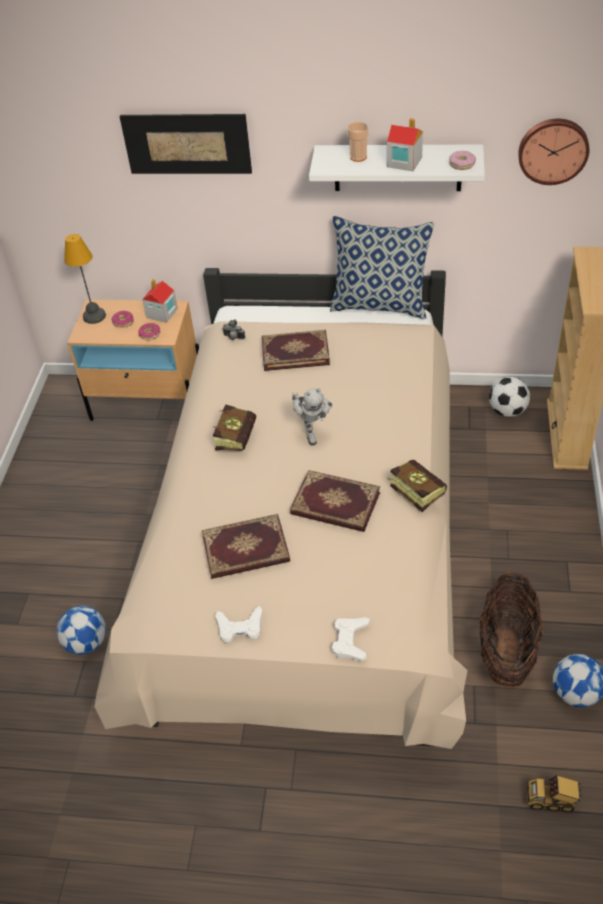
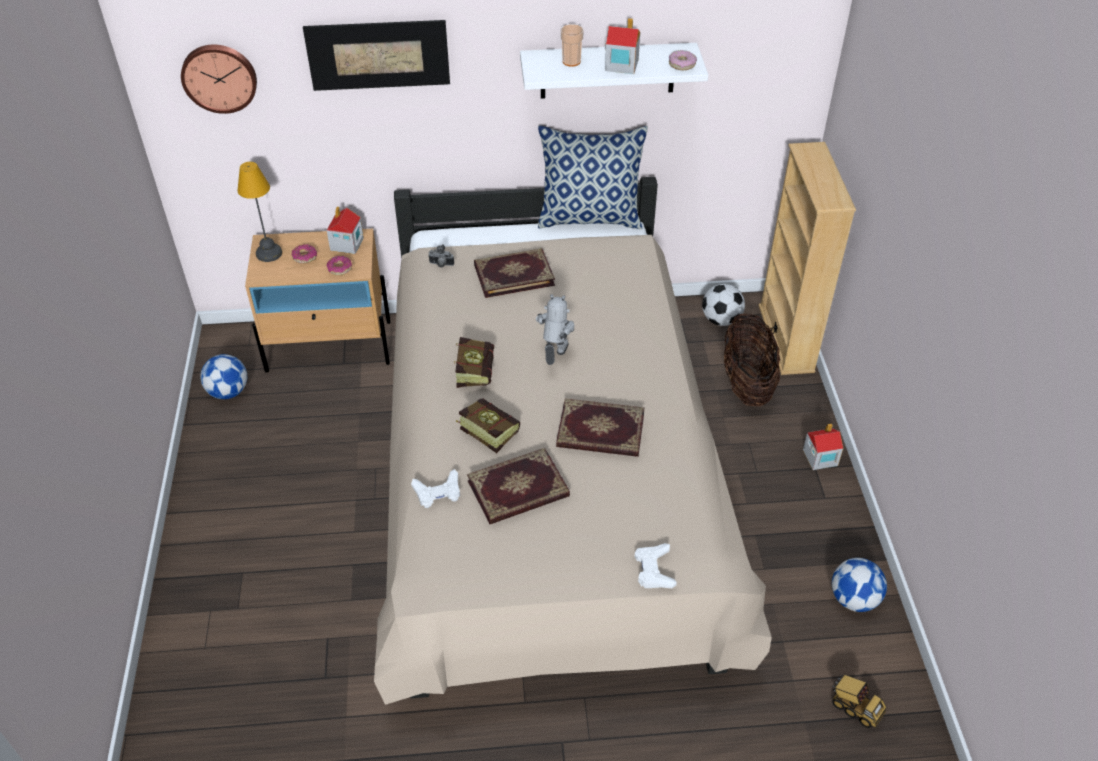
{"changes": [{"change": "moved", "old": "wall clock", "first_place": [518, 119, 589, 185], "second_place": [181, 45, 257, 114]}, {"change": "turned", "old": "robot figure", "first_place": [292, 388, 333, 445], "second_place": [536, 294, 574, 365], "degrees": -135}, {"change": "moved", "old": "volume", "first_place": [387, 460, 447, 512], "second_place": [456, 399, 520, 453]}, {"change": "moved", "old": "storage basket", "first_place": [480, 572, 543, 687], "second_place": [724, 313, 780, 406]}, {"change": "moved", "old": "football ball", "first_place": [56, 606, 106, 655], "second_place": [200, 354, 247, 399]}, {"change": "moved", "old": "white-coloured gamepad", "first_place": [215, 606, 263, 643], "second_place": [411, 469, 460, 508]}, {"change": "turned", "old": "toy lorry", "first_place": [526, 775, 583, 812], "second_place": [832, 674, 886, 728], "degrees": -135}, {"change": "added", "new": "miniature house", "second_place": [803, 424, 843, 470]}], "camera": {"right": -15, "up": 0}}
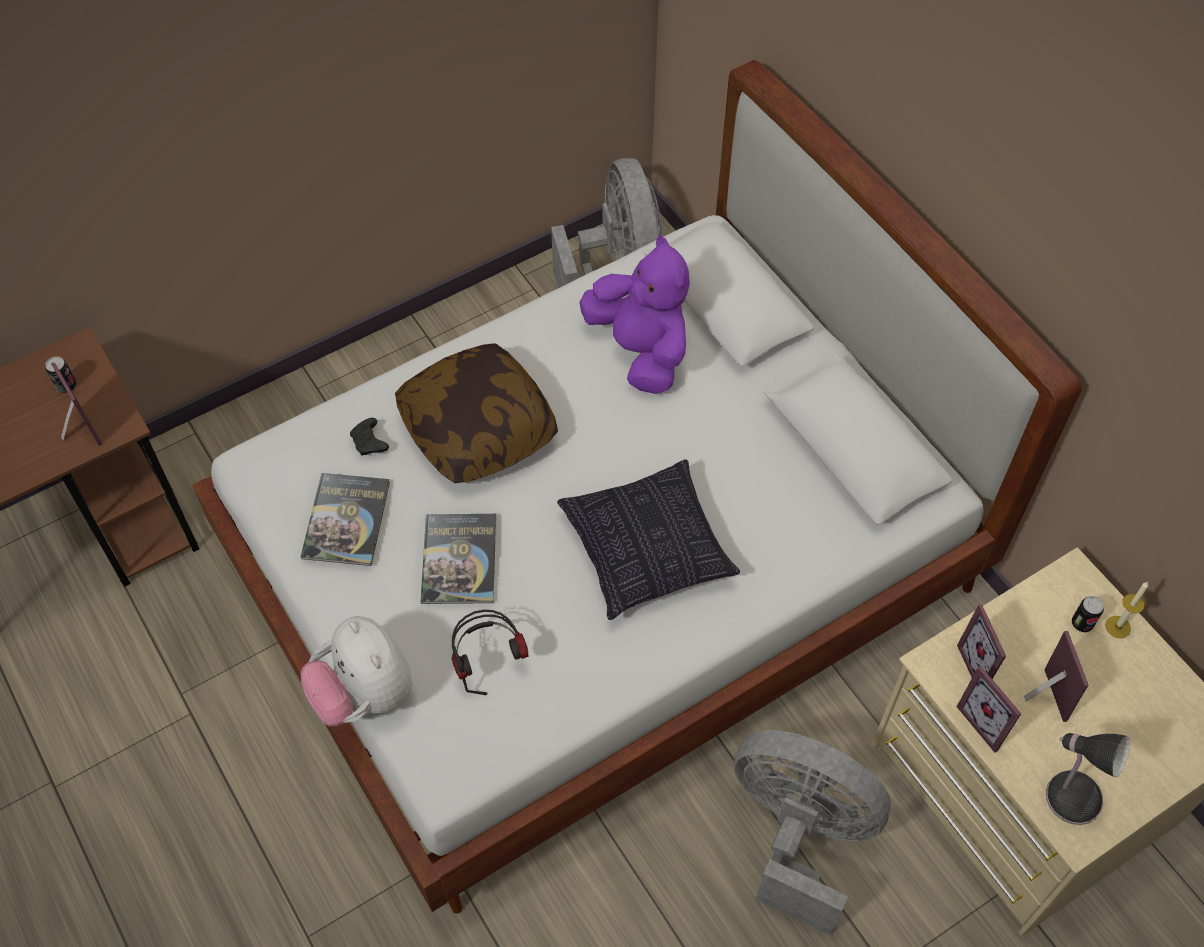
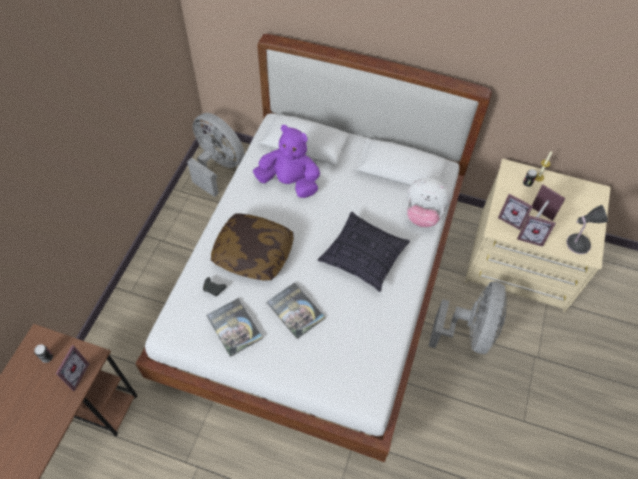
{"changes": [{"change": "turned", "old": "picture frame", "first_place": [51, 362, 102, 446], "second_place": [56, 345, 89, 391], "degrees": 90}, {"change": "removed", "old": "headphones", "first_place": [451, 610, 528, 695]}, {"change": "moved", "old": "plush toy", "first_place": [301, 616, 412, 726], "second_place": [406, 178, 451, 227]}, {"change": "turned", "old": "gray electric fan", "first_place": [734, 730, 891, 935], "second_place": [429, 281, 507, 354], "degrees": 120}], "camera": {"right": -40, "up": 0}}
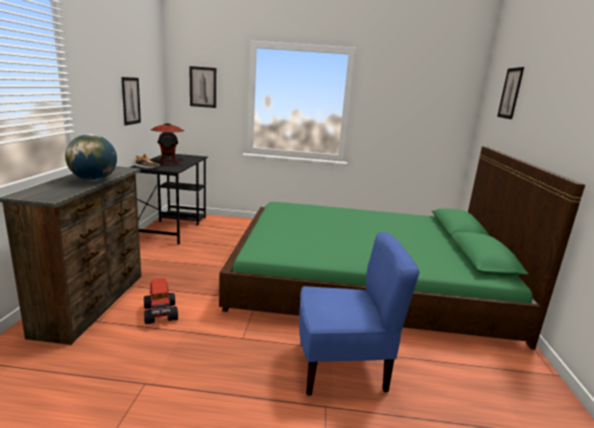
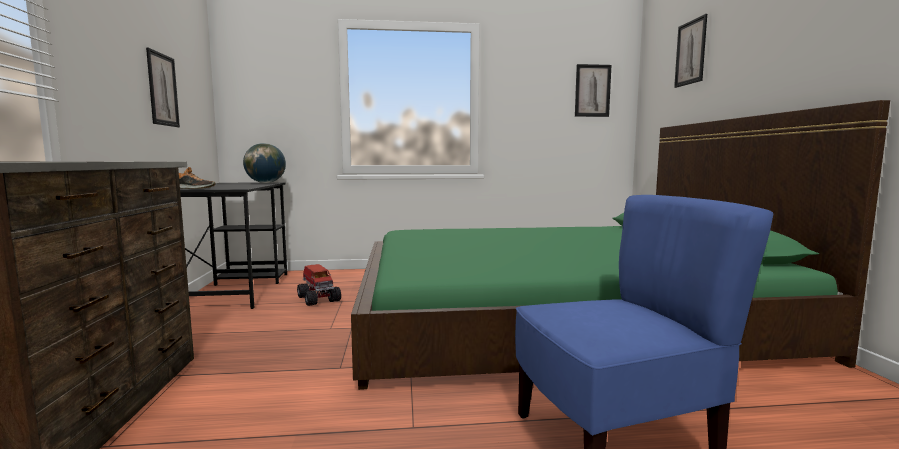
{"changes": [{"change": "moved", "old": "picture", "first_place": [189, 66, 216, 108], "second_place": [575, 64, 611, 117]}, {"change": "removed", "old": "lamp for a table", "first_place": [151, 123, 190, 166]}, {"change": "moved", "old": "globe", "first_place": [65, 134, 117, 181], "second_place": [243, 143, 286, 183]}, {"change": "moved", "old": "toy lorry", "first_place": [144, 278, 178, 324], "second_place": [297, 264, 341, 306]}], "camera": {"right": -10, "up": -10}}
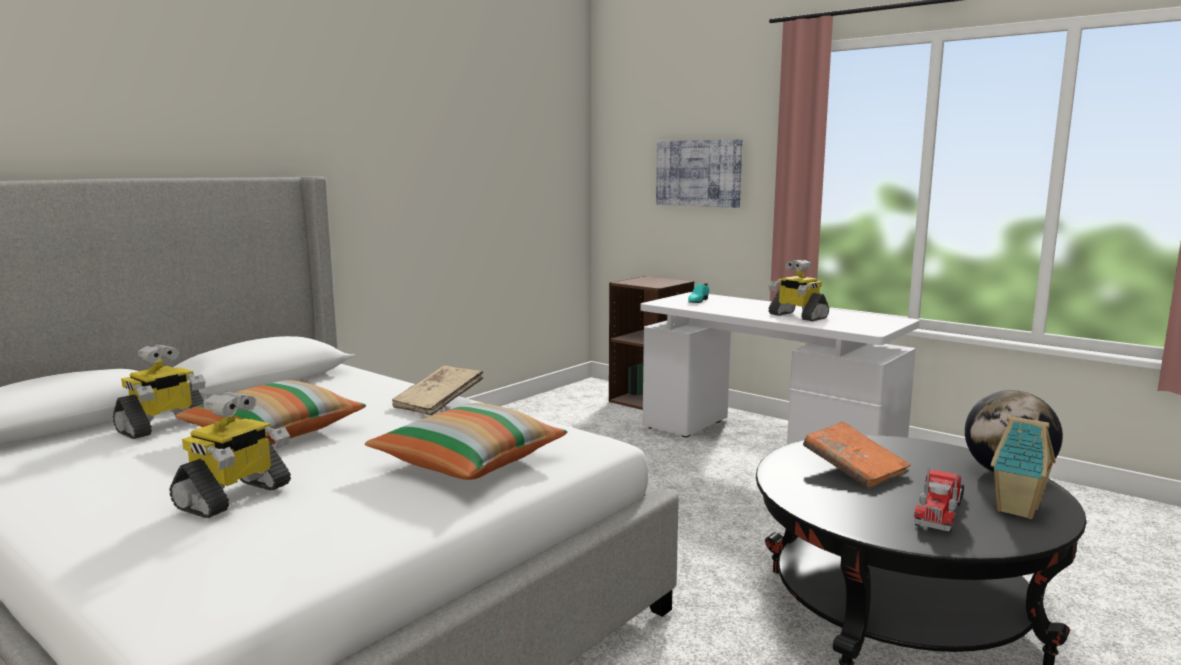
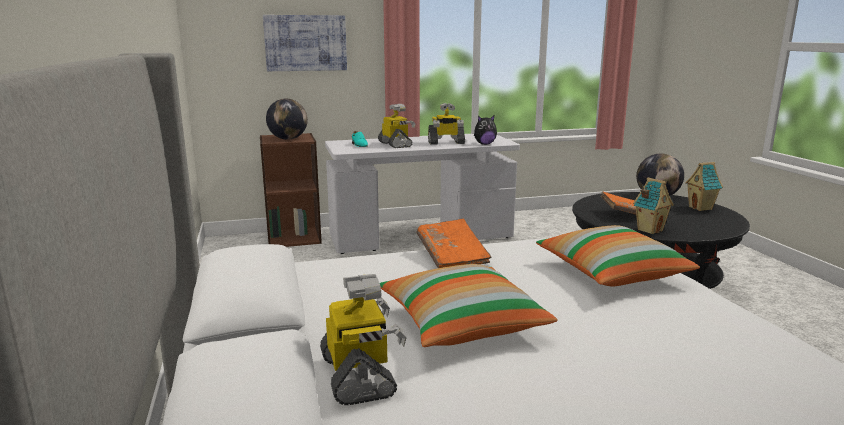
{"changes": [{"change": "recoloured", "old": "sand-coloured volume", "new": "orangey volume", "first_place": [392, 365, 483, 415], "second_place": [416, 219, 491, 268]}, {"change": "moved", "old": "robot figure", "first_place": [169, 392, 291, 518], "second_place": [378, 104, 415, 148]}, {"change": "removed", "old": "toy lorry", "first_place": [914, 468, 964, 532]}, {"change": "added", "new": "globe", "second_place": [266, 99, 308, 140]}, {"change": "added", "new": "plush toy", "second_place": [474, 116, 497, 145]}, {"change": "added", "new": "miniature house", "second_place": [633, 177, 674, 234]}], "camera": {"right": -55, "up": 5}}
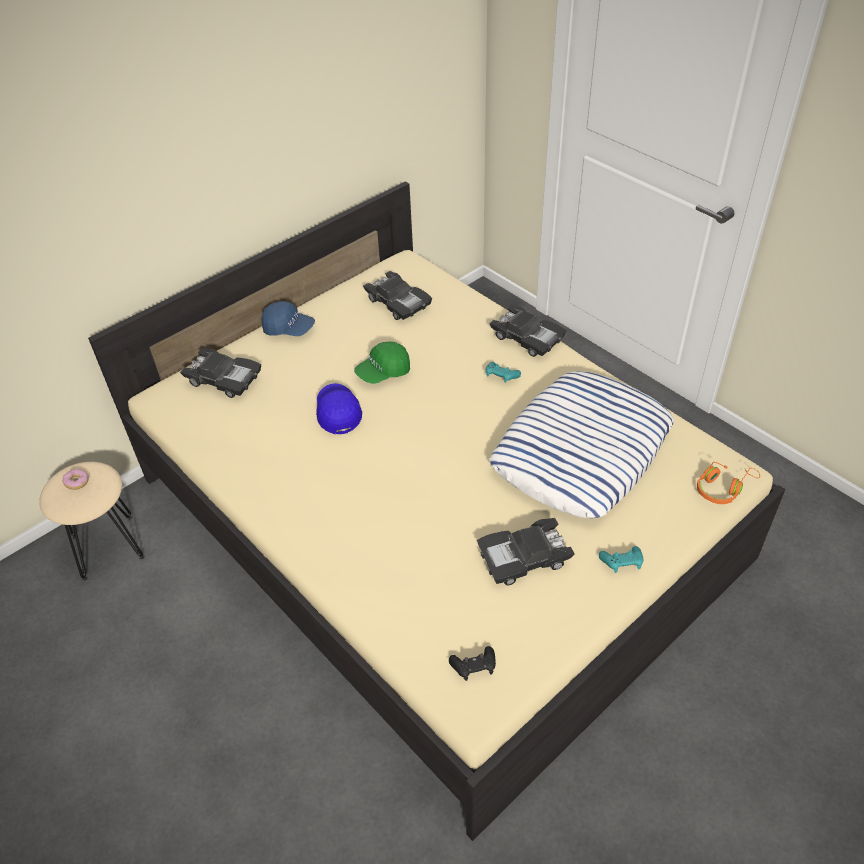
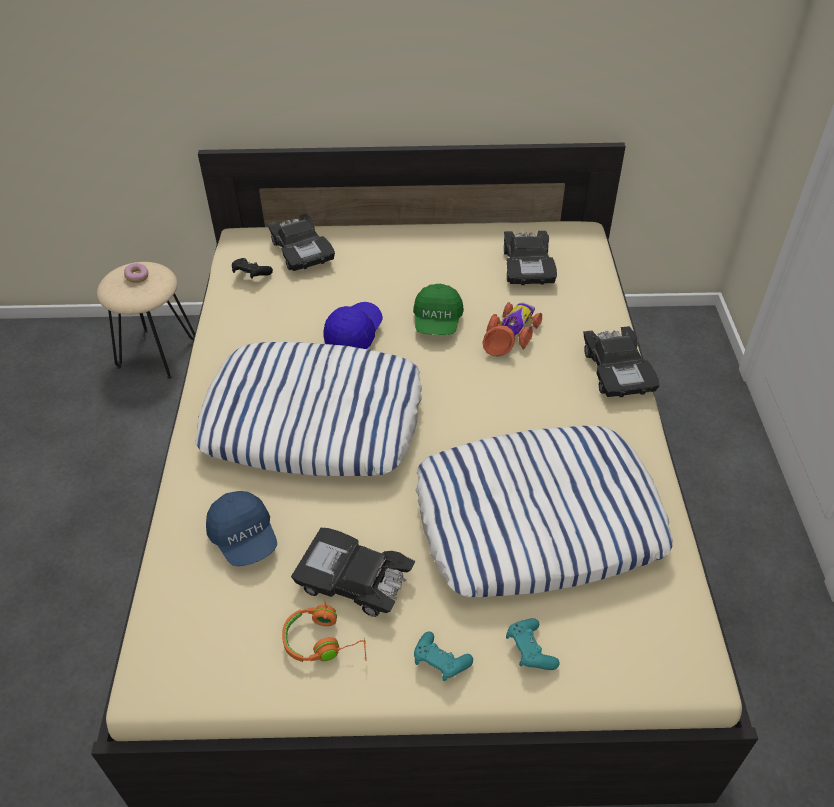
{"changes": [{"change": "moved", "old": "blue-coloured peaked cap", "first_place": [261, 301, 315, 336], "second_place": [206, 491, 277, 566]}, {"change": "turned", "old": "green peaked cap", "first_place": [354, 342, 410, 384], "second_place": [413, 283, 464, 335], "degrees": -90}, {"change": "moved", "old": "turquoise-coloured gamepad", "first_place": [486, 362, 521, 383], "second_place": [506, 618, 560, 670]}, {"change": "moved", "old": "orangey headphones", "first_place": [697, 462, 760, 504], "second_place": [282, 601, 367, 662]}, {"change": "moved", "old": "black gamepad", "first_place": [449, 646, 496, 681], "second_place": [232, 258, 273, 279]}, {"change": "added", "new": "miniature car", "second_place": [482, 302, 542, 356]}, {"change": "added", "new": "throw pillow", "second_place": [195, 342, 422, 476]}], "camera": {"right": 40, "up": 0}}
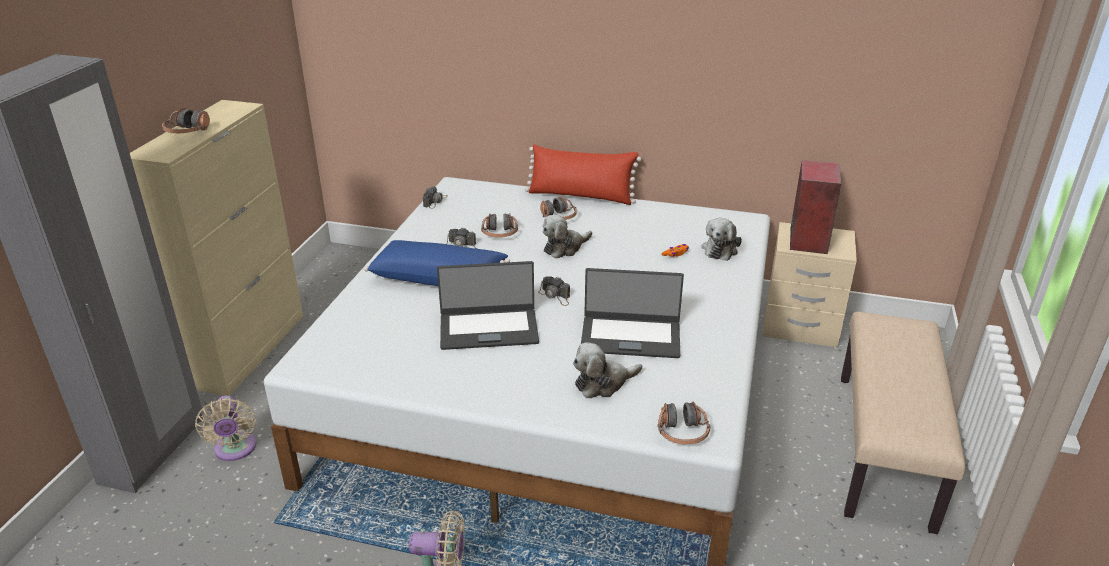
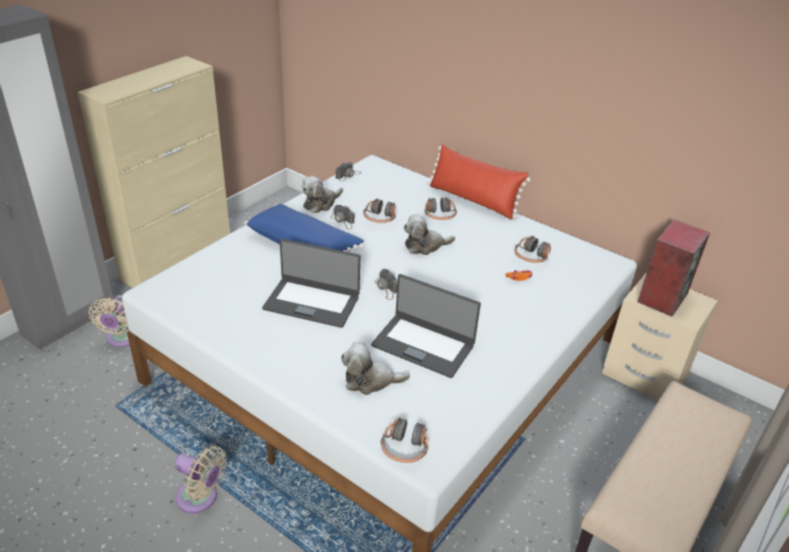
{"changes": [{"change": "moved", "old": "headphones", "first_place": [162, 108, 210, 133], "second_place": [515, 236, 551, 263]}, {"change": "moved", "old": "plush toy", "first_place": [701, 218, 742, 261], "second_place": [302, 176, 343, 213]}], "camera": {"right": 20, "up": 5}}
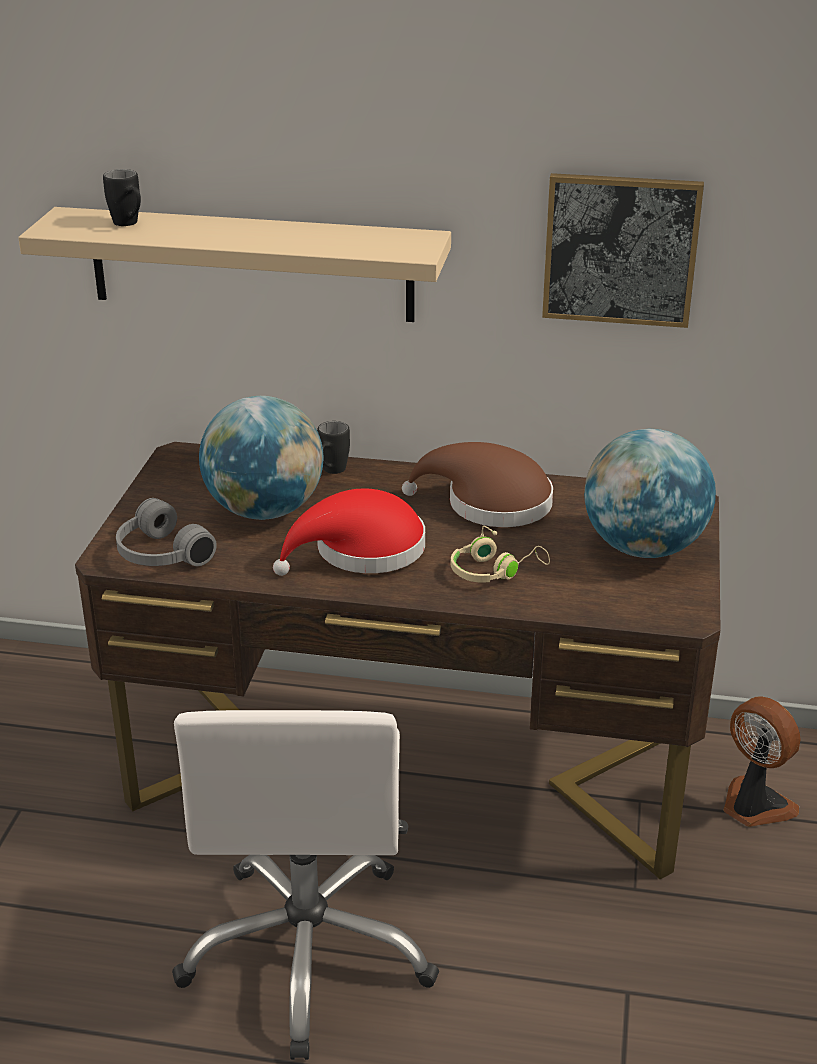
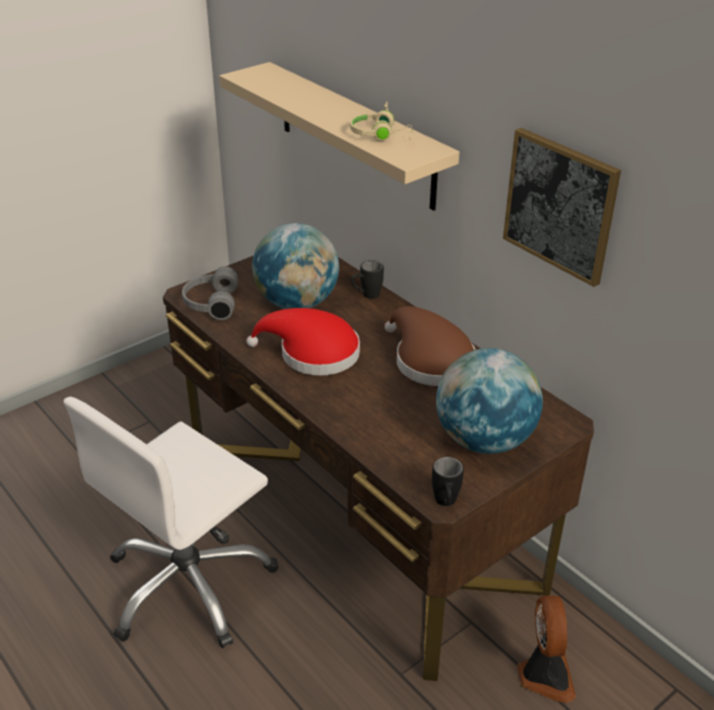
{"changes": [{"change": "moved", "old": "black mug", "first_place": [103, 169, 141, 226], "second_place": [432, 457, 464, 506]}, {"change": "moved", "old": "sand-coloured headphones", "first_place": [451, 526, 550, 582], "second_place": [350, 102, 413, 141]}], "camera": {"right": 40, "up": 5}}
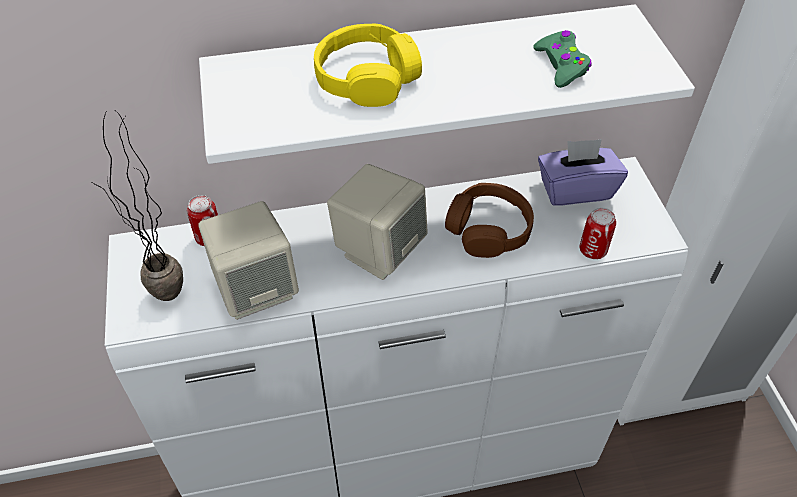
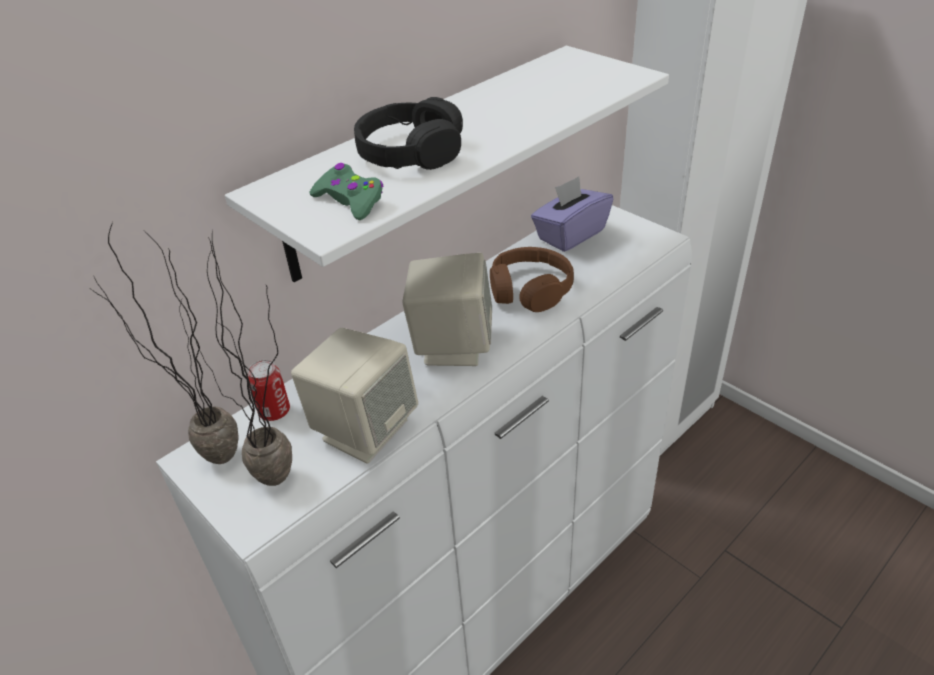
{"changes": [{"change": "recoloured", "old": "yellow headphones", "new": "black headphones", "first_place": [314, 23, 422, 107], "second_place": [354, 97, 463, 170]}, {"change": "moved", "old": "green gamepad", "first_place": [533, 30, 591, 88], "second_place": [310, 163, 384, 220]}, {"change": "removed", "old": "metal can", "first_place": [579, 207, 616, 259]}, {"change": "added", "new": "potted plant", "second_place": [91, 222, 239, 464]}], "camera": {"right": -30, "up": -10}}
